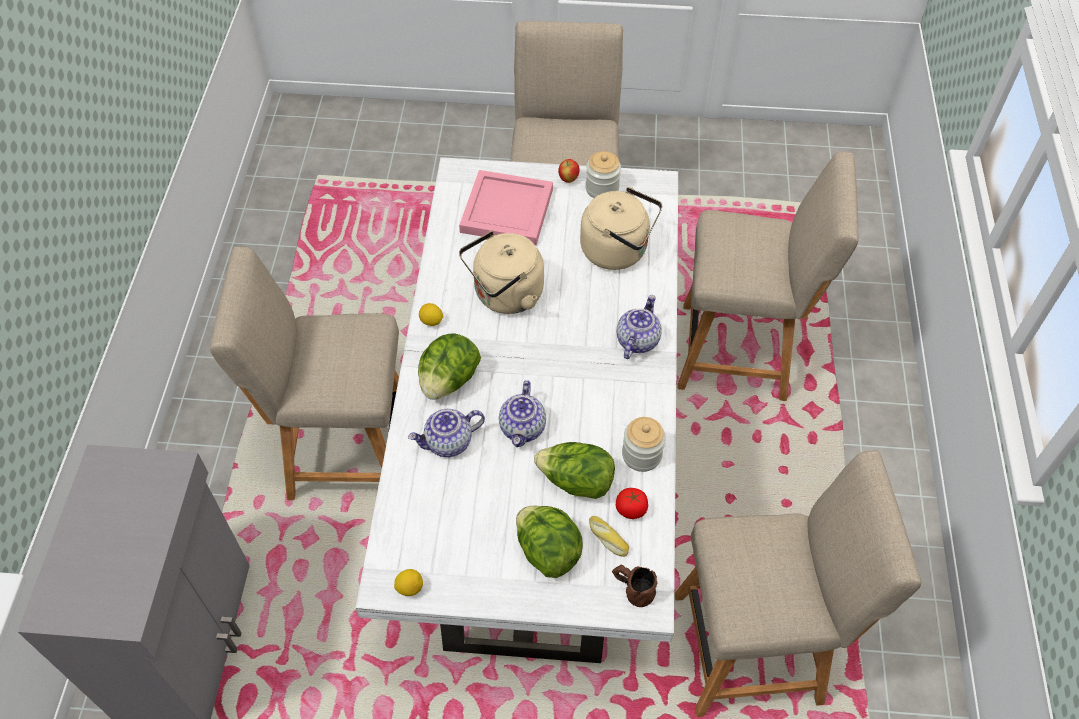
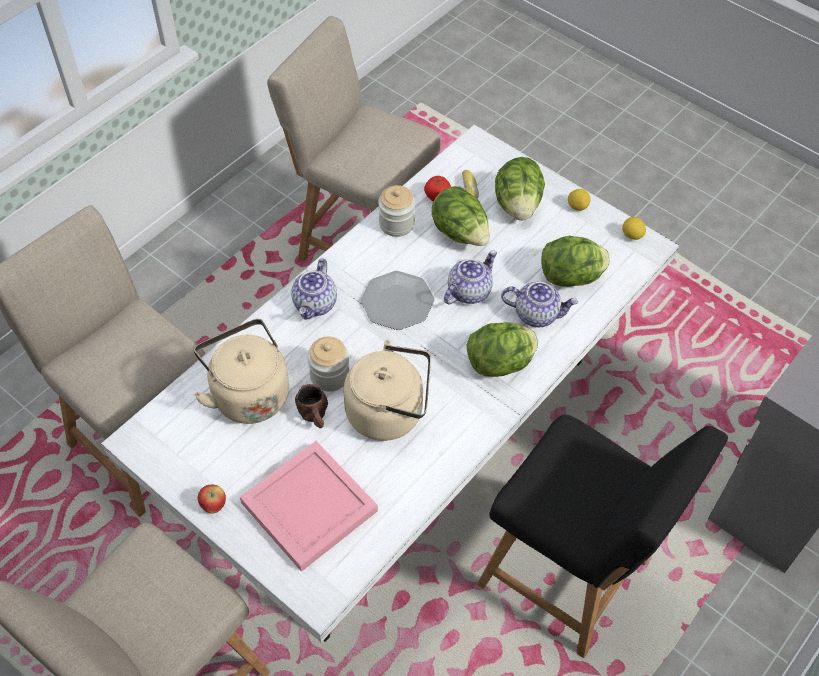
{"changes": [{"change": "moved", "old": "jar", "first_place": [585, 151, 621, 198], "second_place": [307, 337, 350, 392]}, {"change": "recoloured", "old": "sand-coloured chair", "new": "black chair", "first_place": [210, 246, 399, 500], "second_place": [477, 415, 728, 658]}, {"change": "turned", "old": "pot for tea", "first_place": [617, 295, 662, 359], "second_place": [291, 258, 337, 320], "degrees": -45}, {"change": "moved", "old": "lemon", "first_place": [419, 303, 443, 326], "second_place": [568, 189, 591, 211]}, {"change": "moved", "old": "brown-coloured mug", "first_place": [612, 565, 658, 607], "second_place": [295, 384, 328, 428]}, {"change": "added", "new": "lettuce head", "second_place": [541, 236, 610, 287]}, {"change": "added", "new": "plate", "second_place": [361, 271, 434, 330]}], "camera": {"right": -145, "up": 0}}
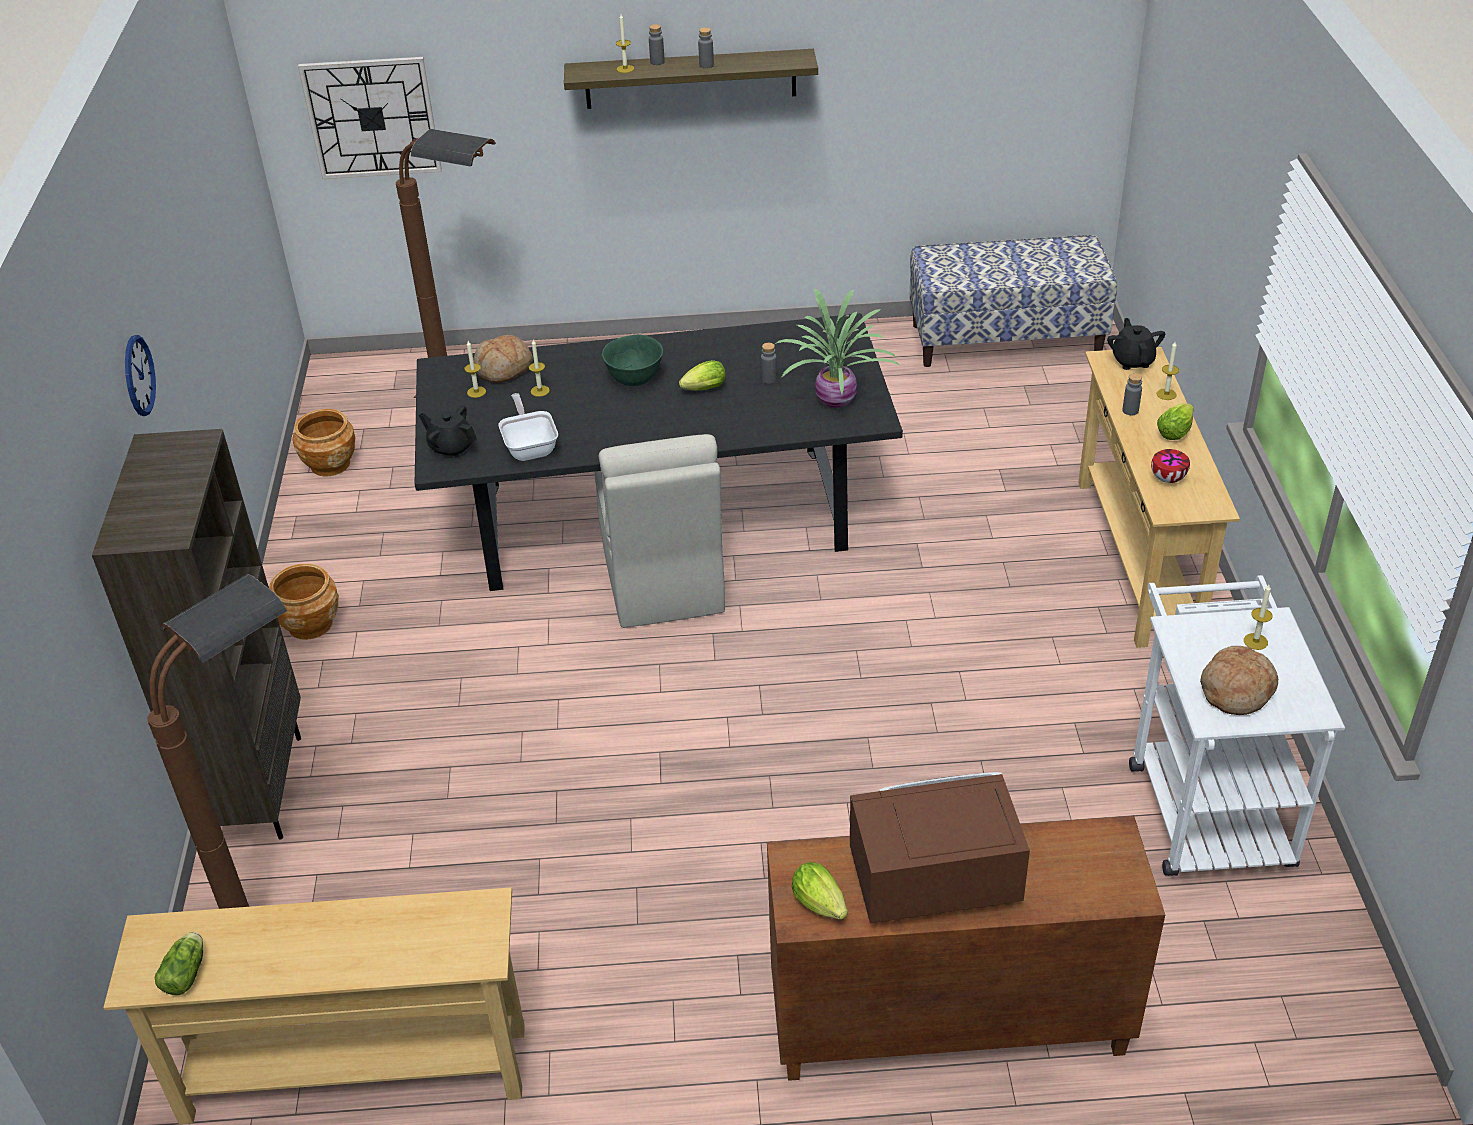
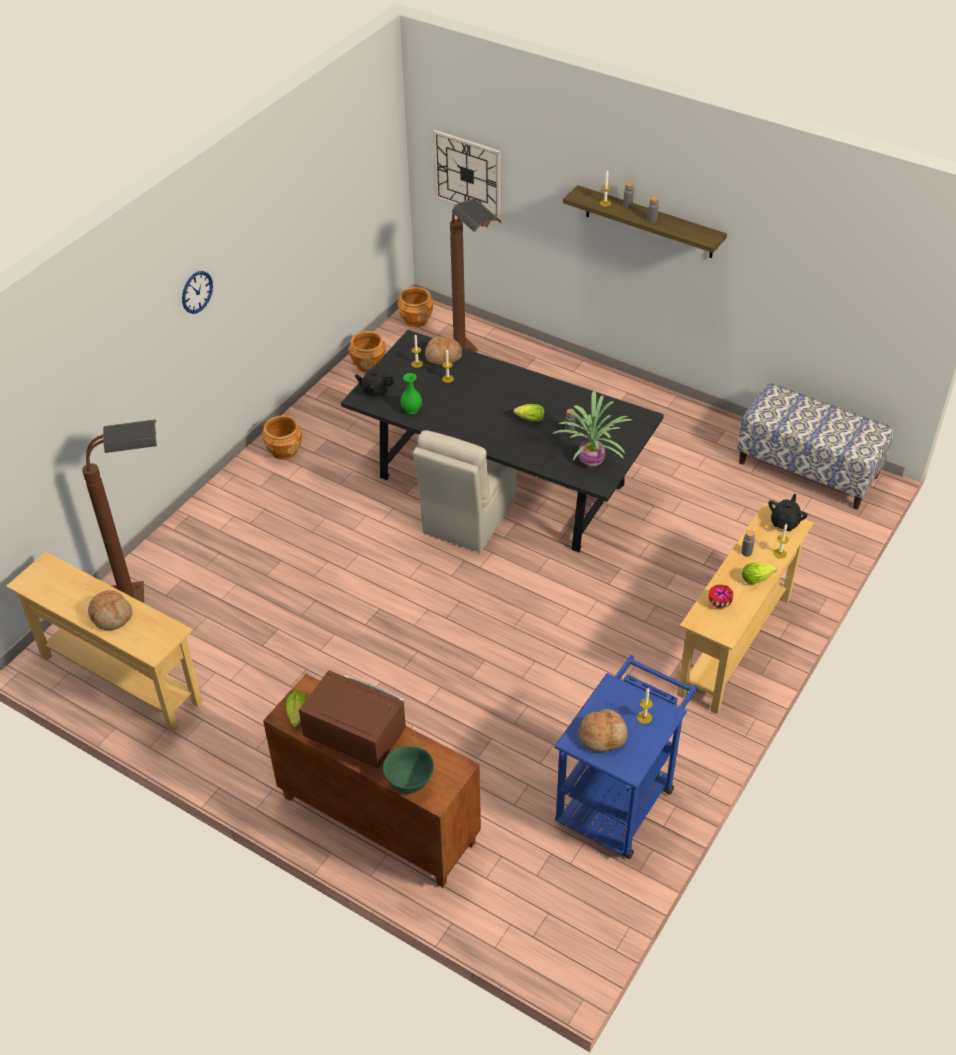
{"changes": [{"change": "moved", "old": "green deep dish", "first_place": [602, 334, 663, 386], "second_place": [383, 746, 434, 793]}, {"change": "replaced", "old": "pan", "new": "green vase", "first_place": [499, 393, 558, 461], "second_place": [400, 373, 422, 414]}, {"change": "turned", "old": "black pot for tea", "first_place": [419, 405, 477, 458], "second_place": [355, 364, 394, 397], "degrees": -60}, {"change": "removed", "old": "brown-coloured shelving unit", "first_place": [92, 429, 301, 840]}, {"change": "recoloured", "old": "white-coloured wheeled cart", "new": "blue-coloured wheeled cart", "first_place": [1129, 575, 1345, 876], "second_place": [554, 655, 697, 859]}, {"change": "removed", "old": "lettuce head", "first_place": [155, 932, 203, 995]}, {"change": "added", "new": "brown-coloured planter", "second_place": [398, 287, 433, 327]}, {"change": "added", "new": "bread", "second_place": [88, 590, 132, 630]}], "camera": {"right": 35, "up": 5}}
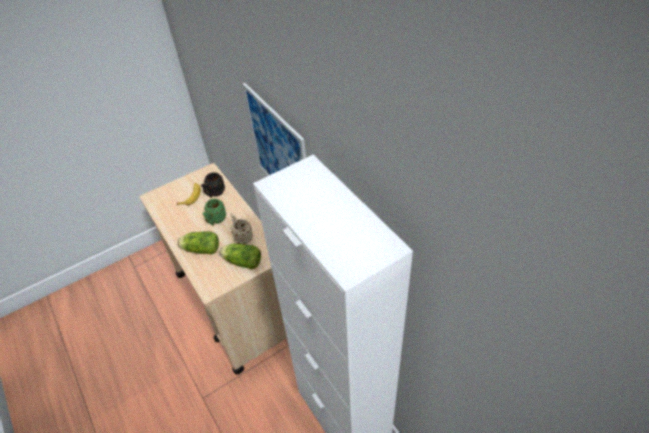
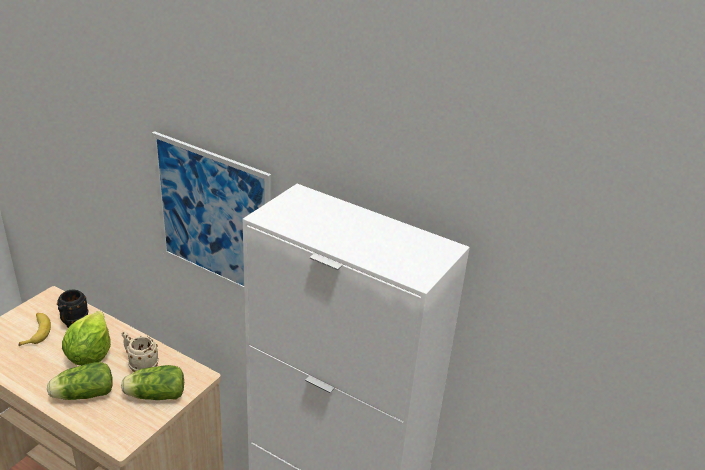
{"changes": [{"change": "replaced", "old": "green mug", "new": "lettuce head", "first_place": [203, 199, 226, 225], "second_place": [62, 311, 111, 366]}], "camera": {"right": -30, "up": -15}}
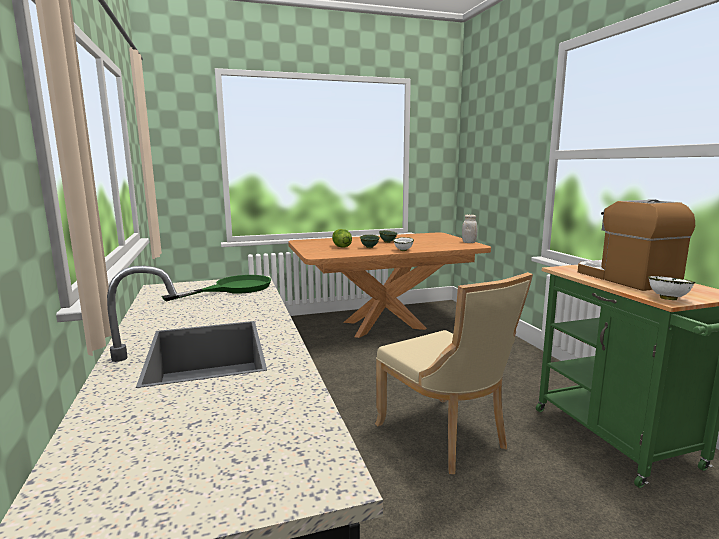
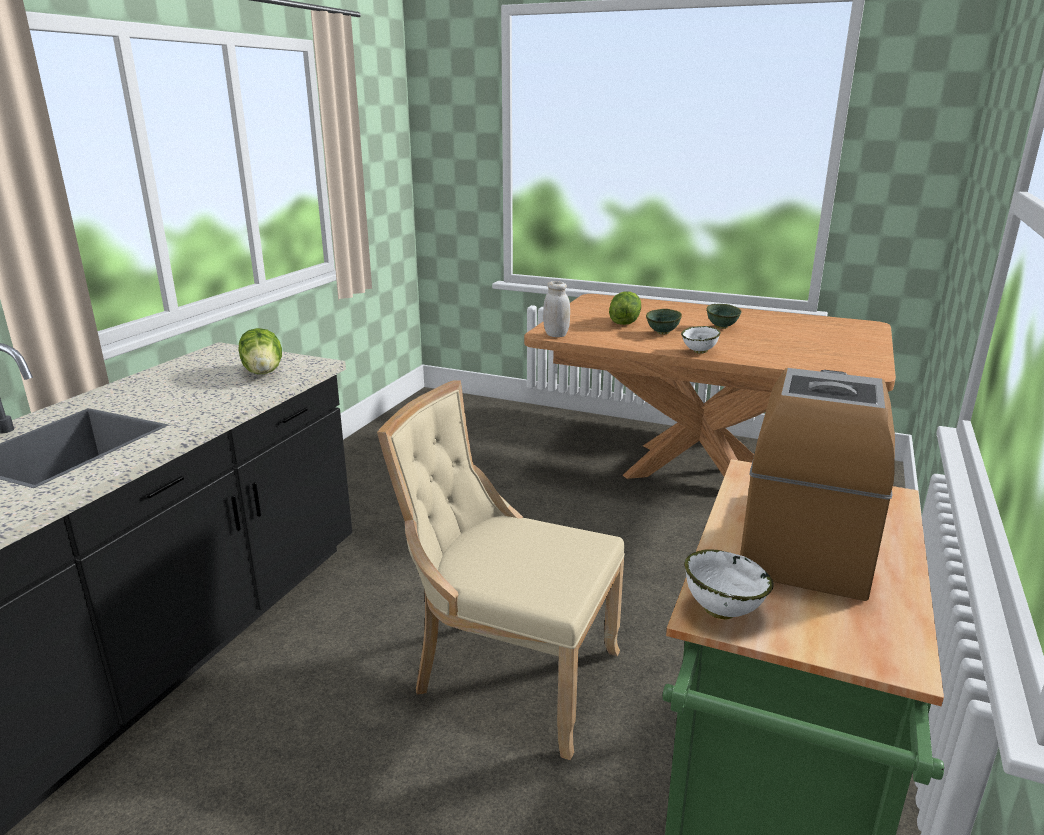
{"changes": [{"change": "moved", "old": "white-coloured jar", "first_place": [462, 214, 477, 243], "second_place": [543, 281, 570, 337]}, {"change": "turned", "old": "sand-coloured chair", "first_place": [375, 272, 533, 474], "second_place": [377, 381, 625, 760], "degrees": 105}, {"change": "replaced", "old": "green pan", "new": "lettuce head", "first_place": [162, 275, 271, 301], "second_place": [239, 328, 282, 374]}], "camera": {"right": 40, "up": 10}}
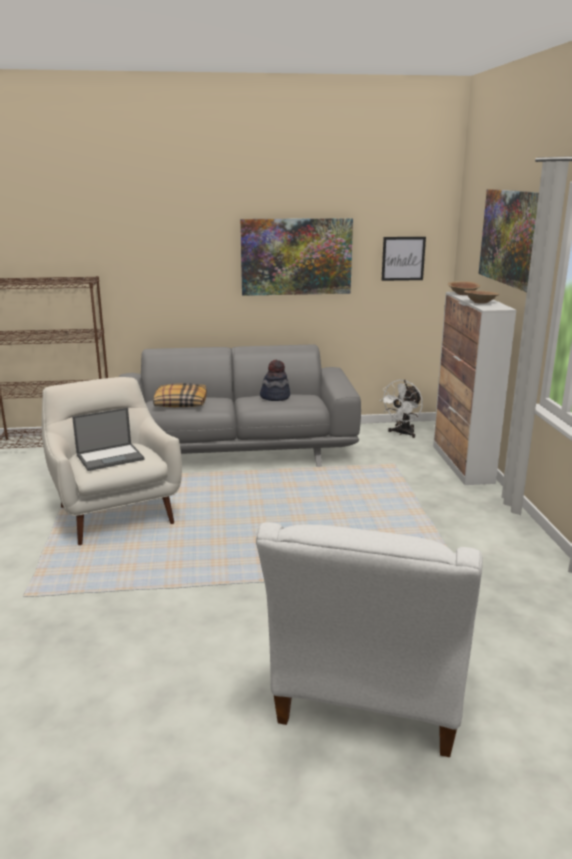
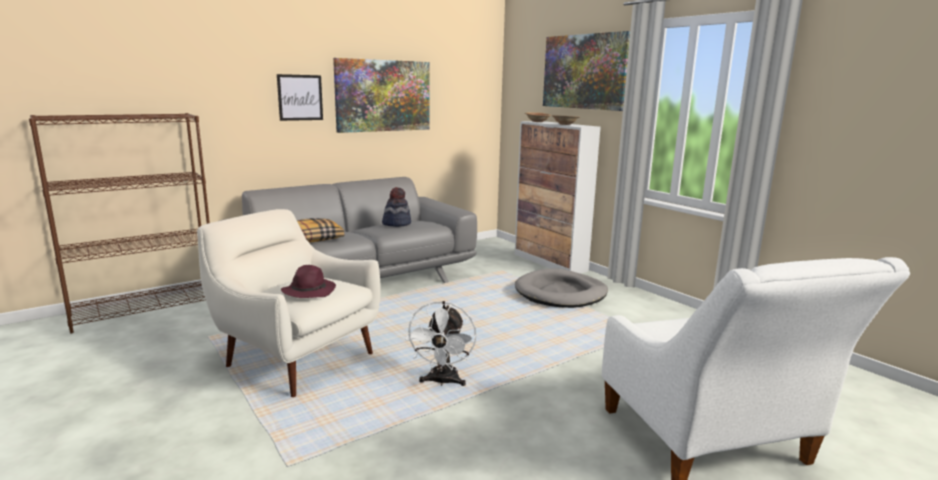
{"changes": [{"change": "moved", "old": "picture", "first_place": [381, 237, 426, 281], "second_place": [277, 74, 323, 121]}, {"change": "moved", "old": "white-coloured electric fan", "first_place": [379, 380, 423, 438], "second_place": [406, 301, 476, 386]}, {"change": "replaced", "old": "laptop", "new": "purplish clothing hat", "first_place": [72, 408, 144, 471], "second_place": [281, 265, 336, 298]}, {"change": "added", "new": "gray dog bed", "second_place": [515, 269, 608, 308]}], "camera": {"right": -30, "up": -5}}
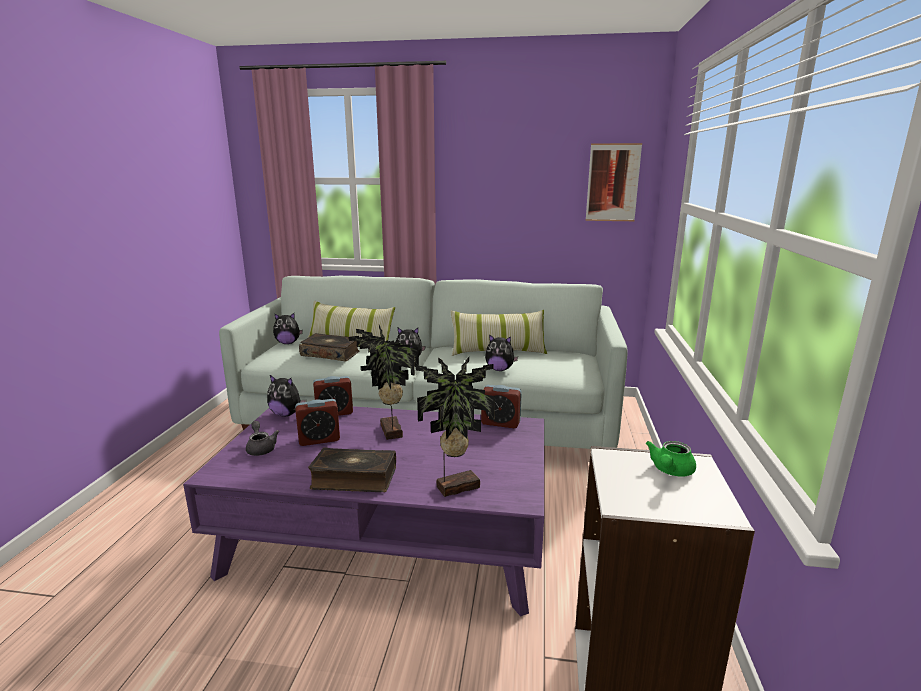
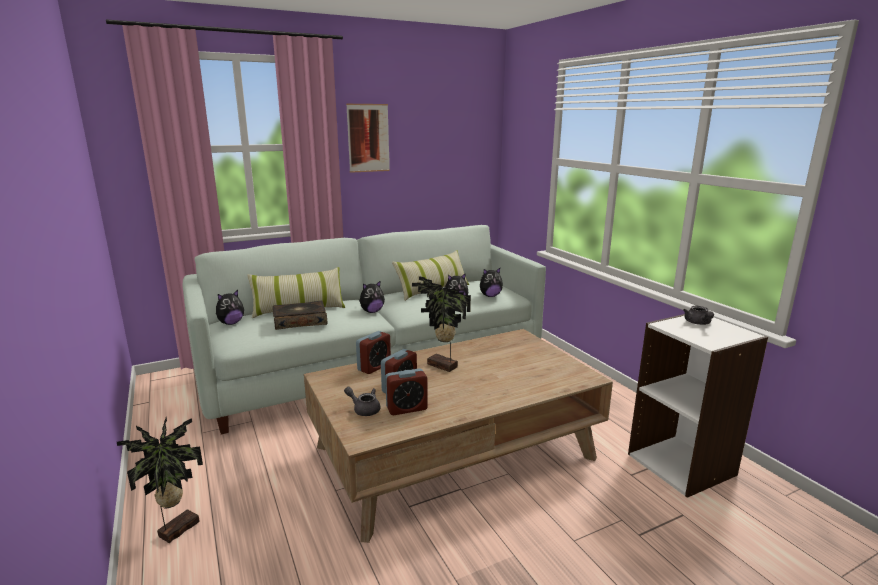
{"changes": [{"change": "moved", "old": "picture", "first_place": [585, 143, 642, 221], "second_place": [346, 104, 390, 173]}, {"change": "moved", "old": "potted plant", "first_place": [416, 357, 495, 497], "second_place": [117, 417, 203, 543]}, {"change": "moved", "old": "plush toy", "first_place": [267, 375, 307, 417], "second_place": [479, 268, 503, 297]}, {"change": "moved", "old": "table clock", "first_place": [481, 385, 522, 428], "second_place": [385, 368, 428, 415]}, {"change": "recoloured", "old": "purplish low table", "new": "brown-coloured low table", "first_place": [183, 406, 544, 616], "second_place": [304, 329, 613, 543]}, {"change": "recoloured", "old": "green pot for tea", "new": "gray pot for tea", "first_place": [646, 441, 696, 477], "second_place": [683, 306, 714, 325]}, {"change": "removed", "old": "volume", "first_place": [308, 448, 396, 492]}], "camera": {"right": -35, "up": 0}}
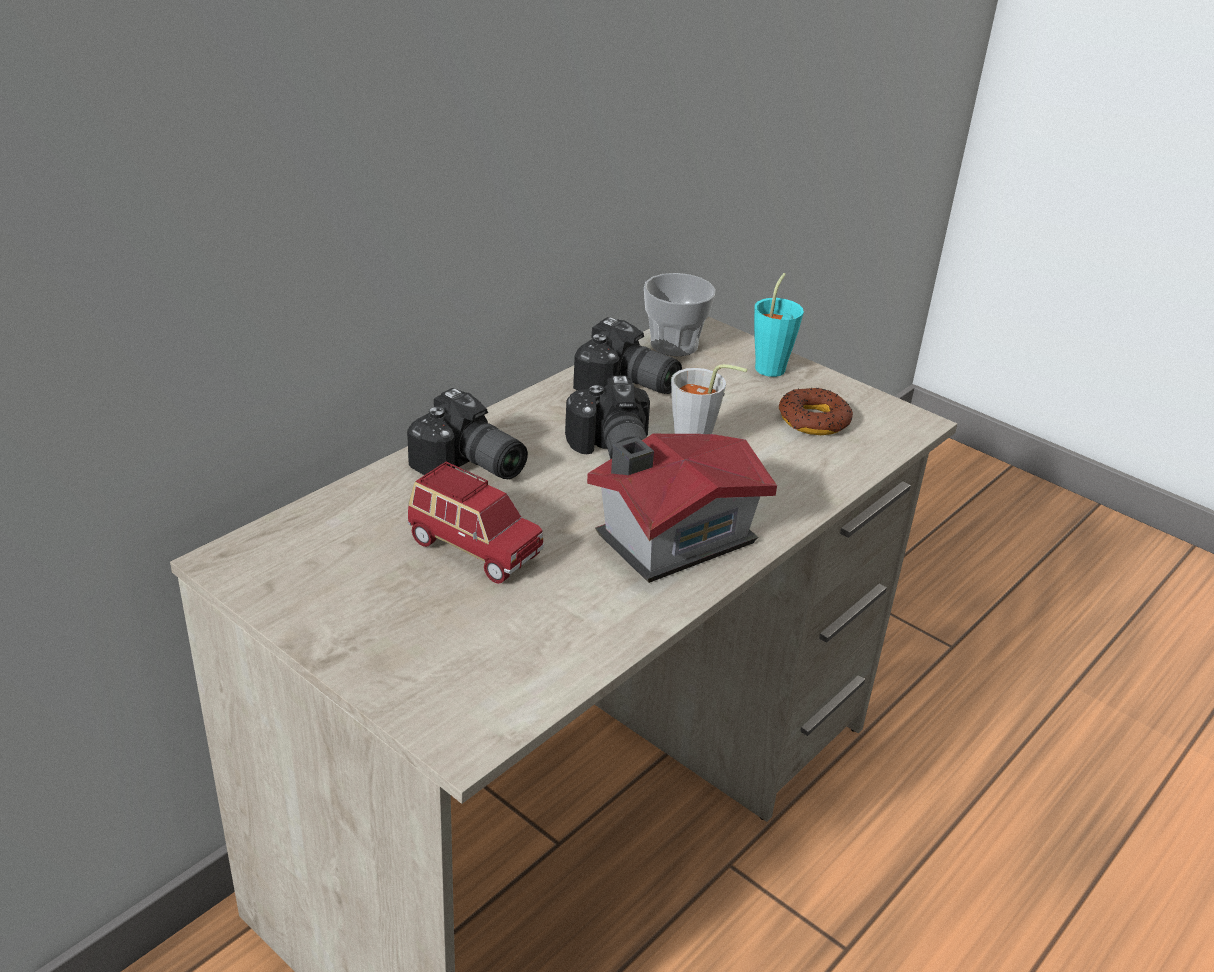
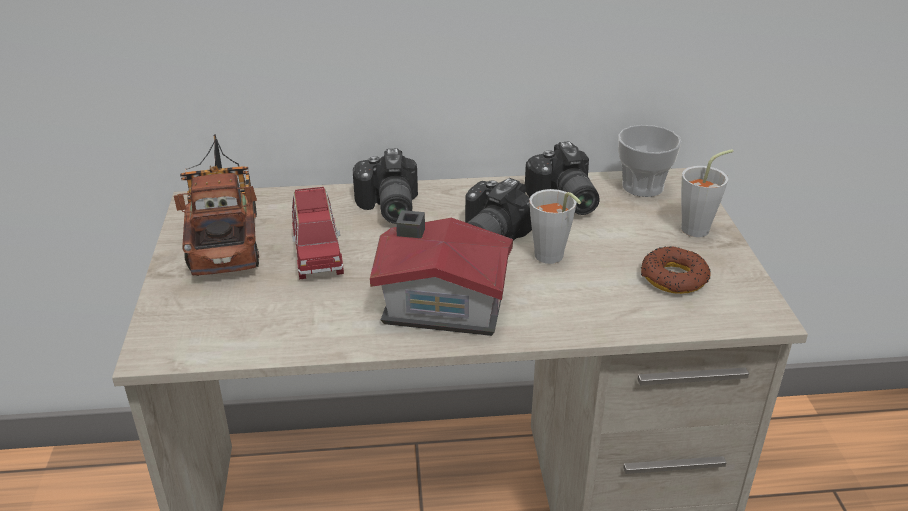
{"changes": [{"change": "recoloured", "old": "turquoise-coloured small cup", "new": "gray small cup", "first_place": [754, 273, 804, 377], "second_place": [681, 149, 733, 237]}, {"change": "added", "new": "toy lorry", "second_place": [174, 134, 259, 276]}], "camera": {"right": 45, "up": 0}}
